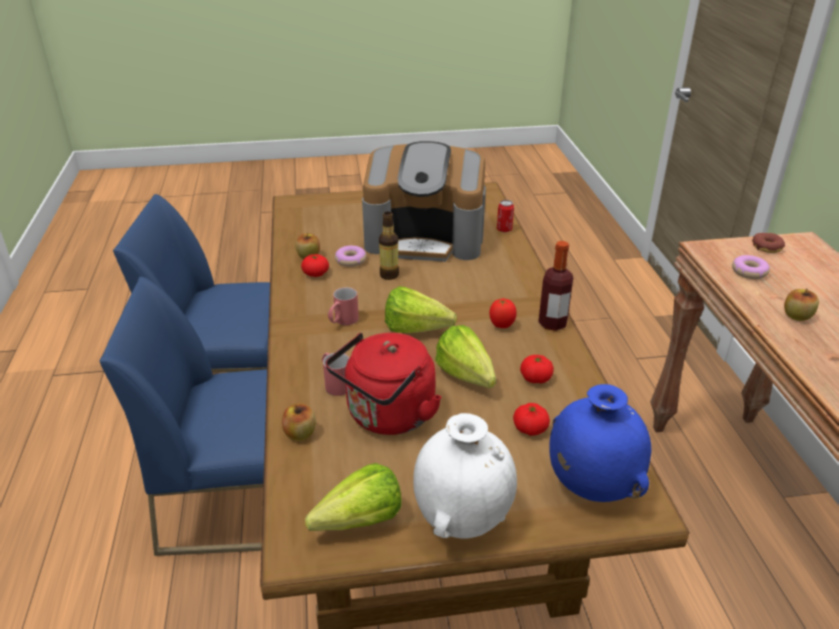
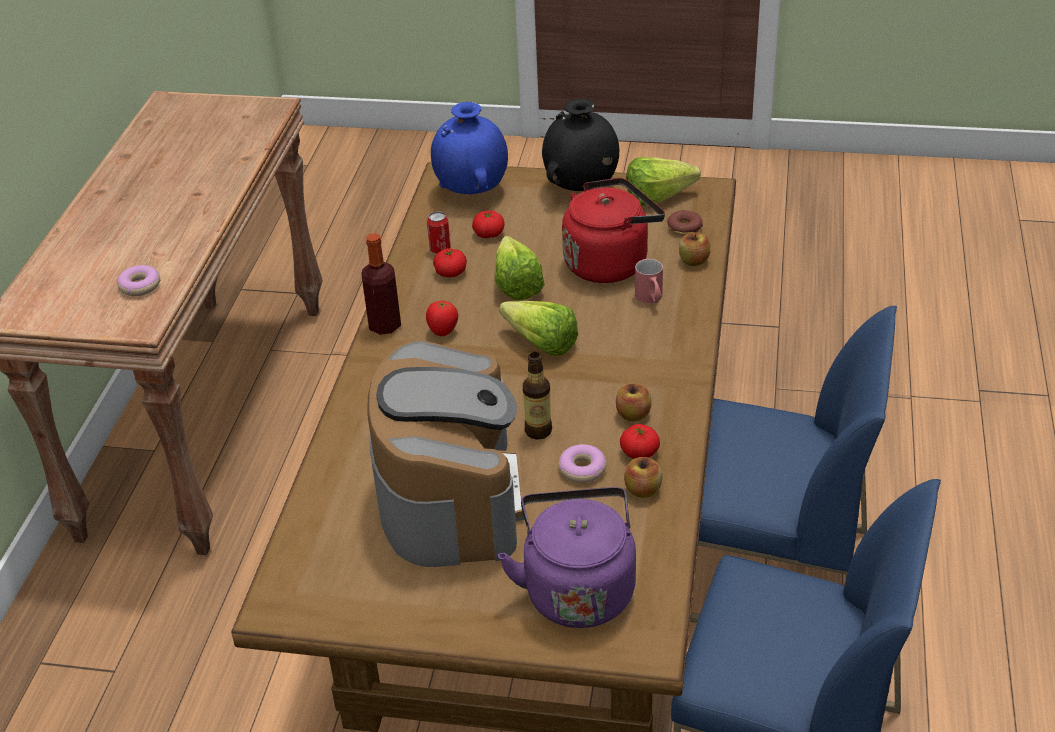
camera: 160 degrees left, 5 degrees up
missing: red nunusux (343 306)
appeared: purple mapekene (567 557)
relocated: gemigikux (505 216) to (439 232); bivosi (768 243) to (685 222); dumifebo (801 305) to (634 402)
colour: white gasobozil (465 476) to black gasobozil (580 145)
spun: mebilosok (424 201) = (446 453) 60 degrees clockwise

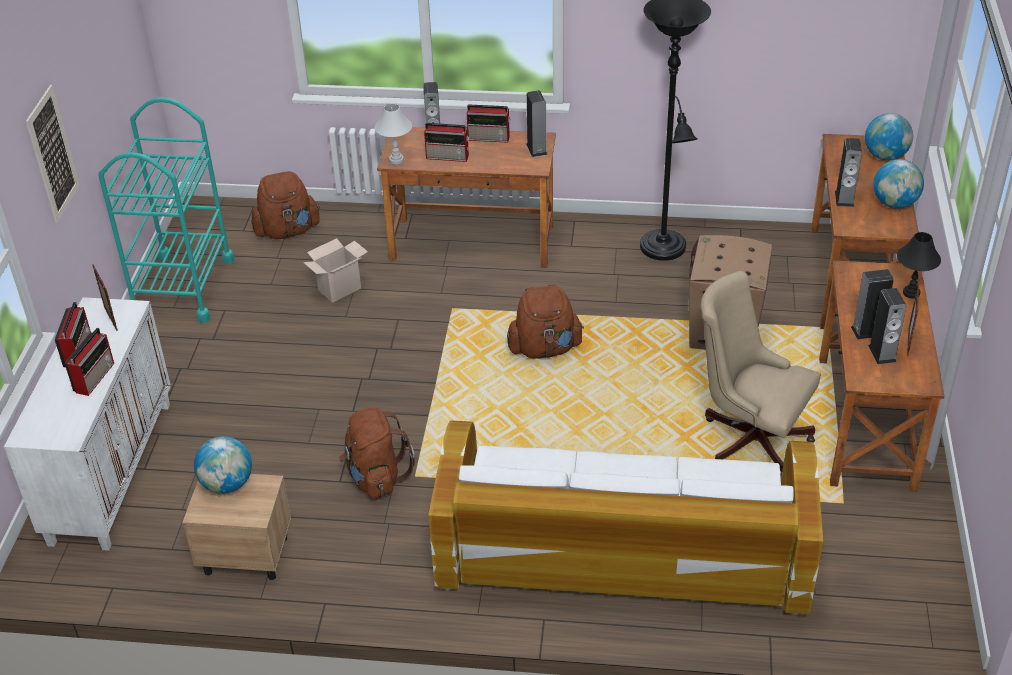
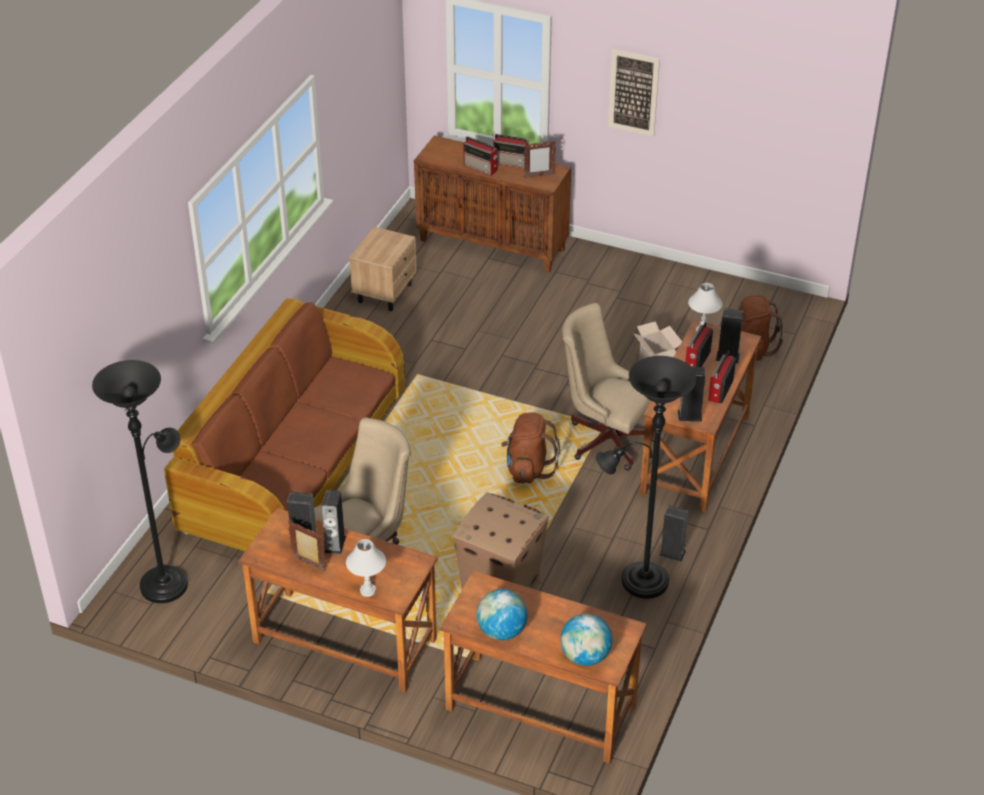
camera: 105 degrees right, 0 degrees up
missing: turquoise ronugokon (166 210); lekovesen (223 465); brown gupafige (377 453)
appeared: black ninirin (140 481); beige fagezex (608 386)
relocated: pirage (848 172) to (674 533)
colour: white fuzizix (87 424) to brown fuzizix (492 204); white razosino (625 518) to brown razosino (284 424); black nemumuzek (919 265) to white nemumuzek (366 568)

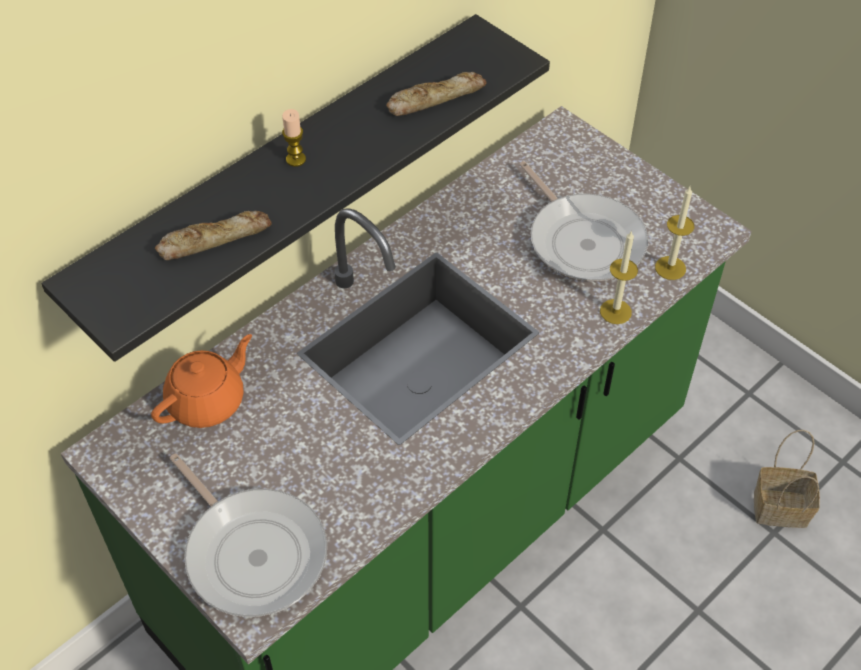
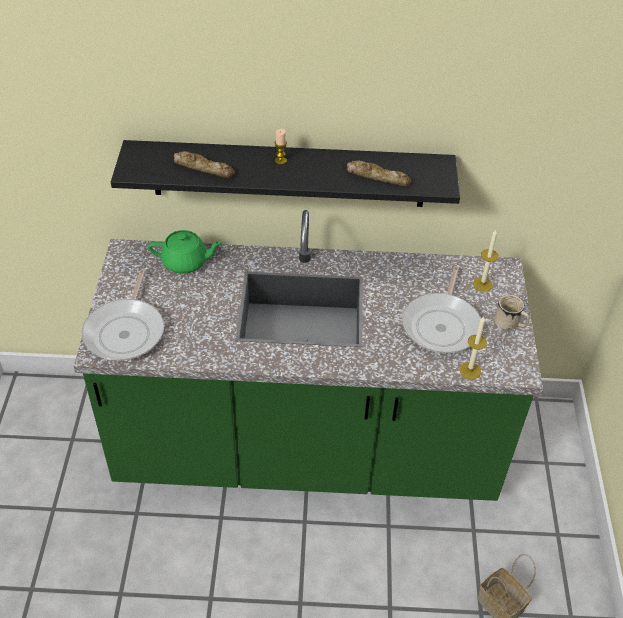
camera: 45 degrees right, 5 degrees down
appeared: beige nunusux (511 312)
relocated: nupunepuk (619 277) to (486 261)
colour: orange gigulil (201 381) to green gigulil (185 252)

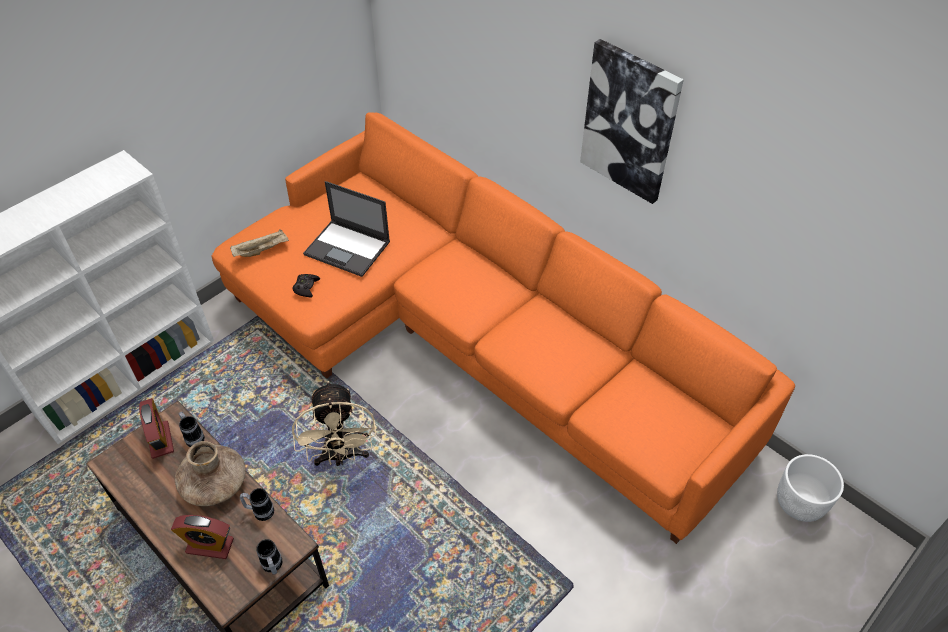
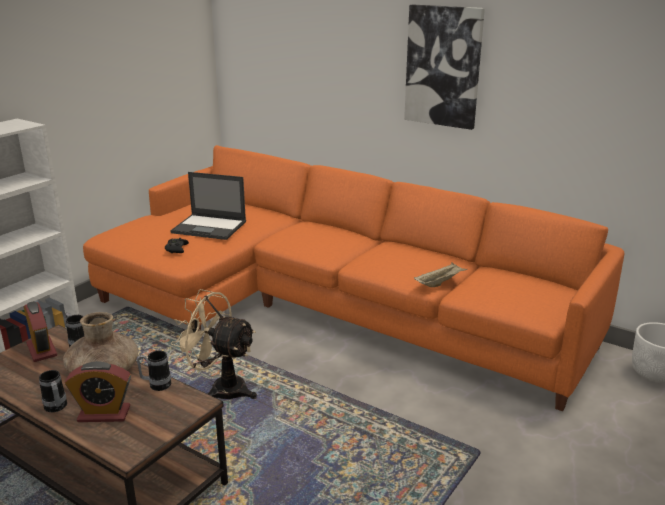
camera: 10 degrees left, 25 degrees down
relocated: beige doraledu (259 243) to (440 274); nunusux (269 556) to (53 391)
spun: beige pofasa (334 423) = (214 344) 135 degrees clockwise

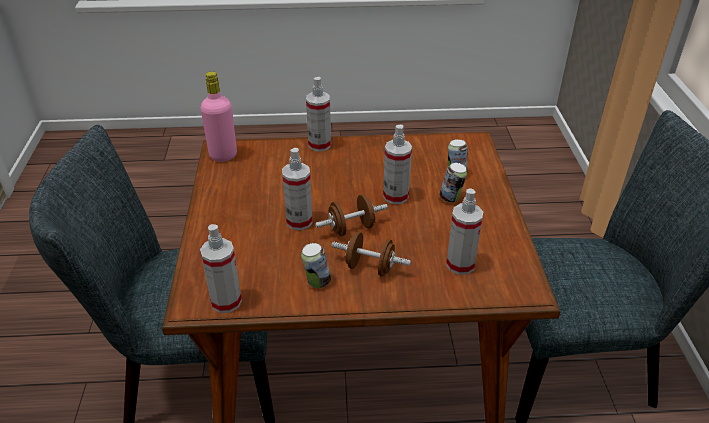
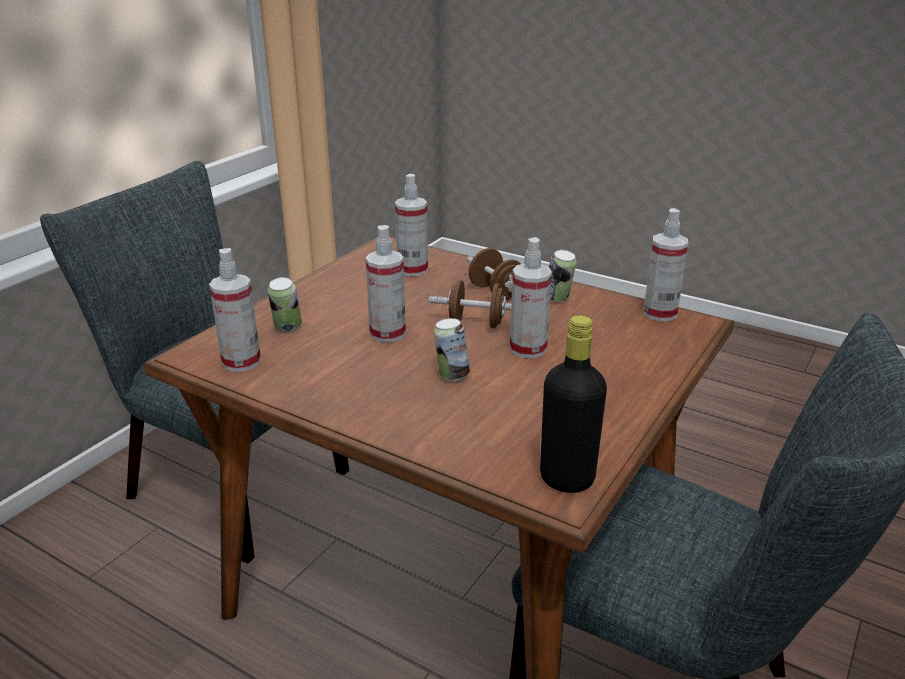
camera: 145 degrees left, 10 degrees down
relocated: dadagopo (318 114) to (235 310); gemigikux (453 183) to (452 349)
colour: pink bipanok (218 117) to black bipanok (573 404)

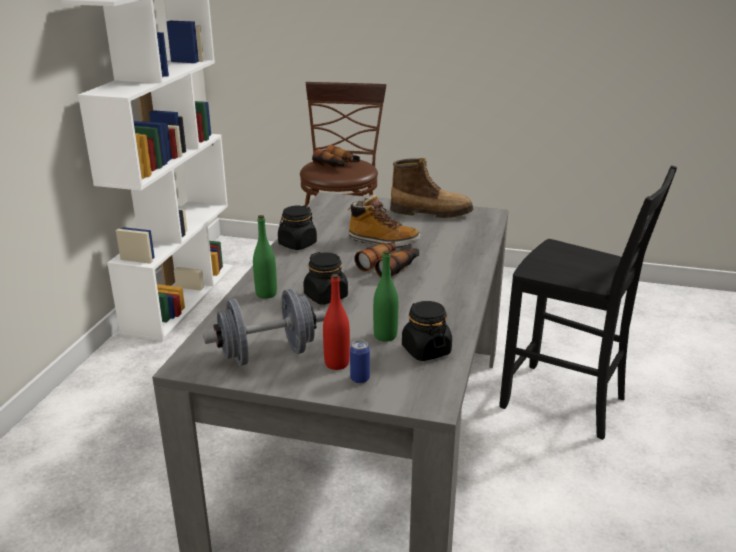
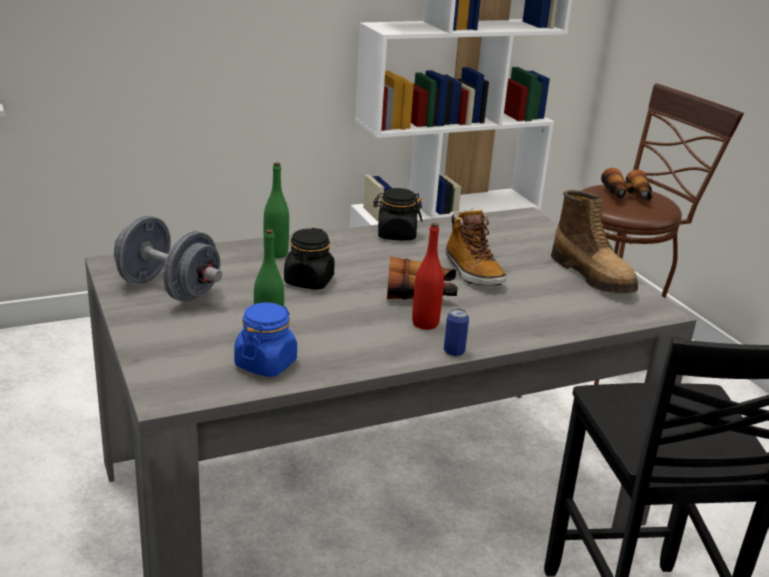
camera: 50 degrees right, 0 degrees up
relocated: red bipanok (336 322) to (428 276); gemigikux (360 362) to (456 332)
colour: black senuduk (427 331) to blue senuduk (265 339)

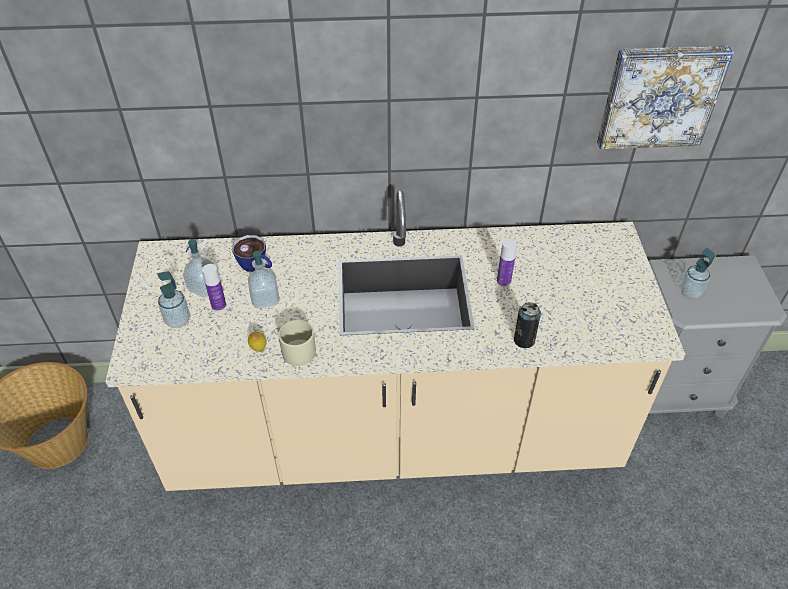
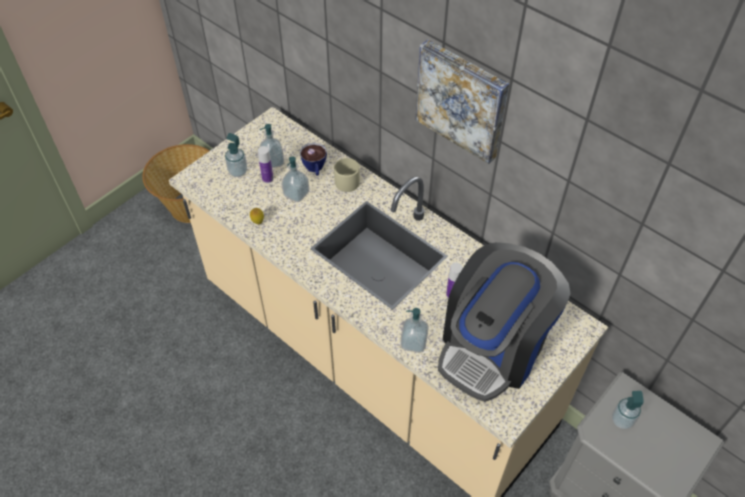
camera: 45 degrees right, 5 degrees up
appeared: mebilosok (504 322)
relocated: beige nunusux (297 343) to (347 175); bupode (665 97) to (462 102)
exchanged: gemigikux (527 325) to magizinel (414 330)

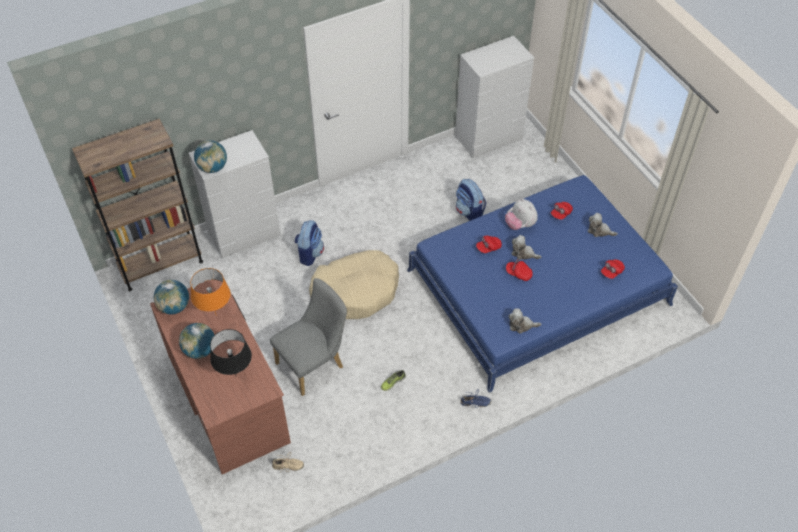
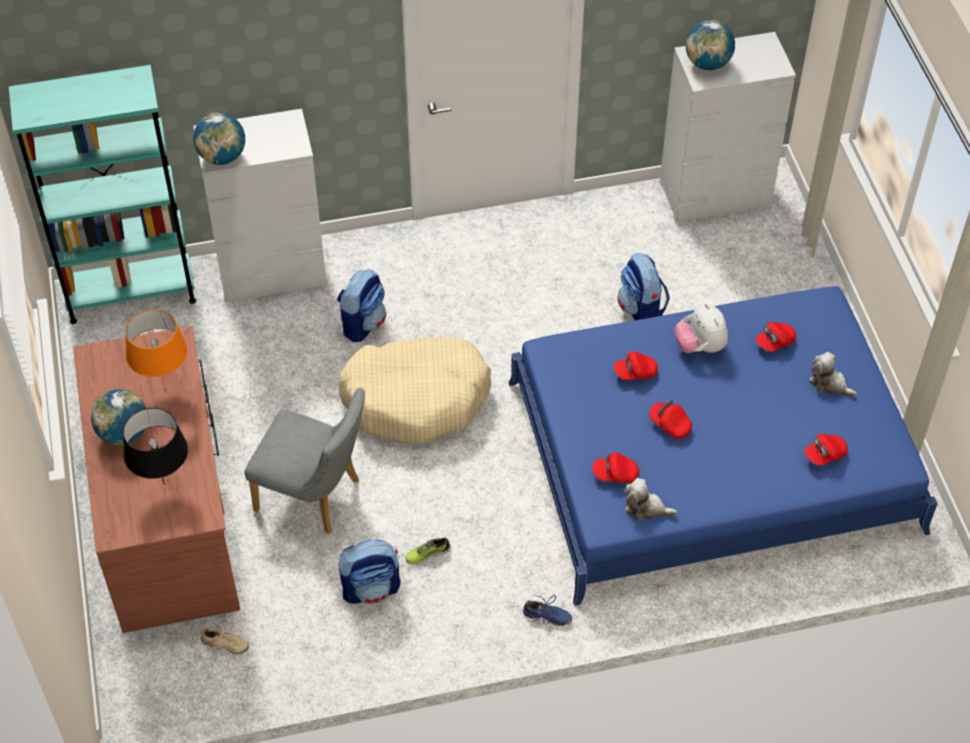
camera: 15 degrees right, 0 degrees up
missing: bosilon (526 247)
appeared: gupafige (369 572); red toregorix (615 467)
relocated: lekovesen (171 297) to (710 45)
colour: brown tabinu (137 205) to turquoise tabinu (102 194)
spun: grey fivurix (308 337) = (304 460) 45 degrees clockwise

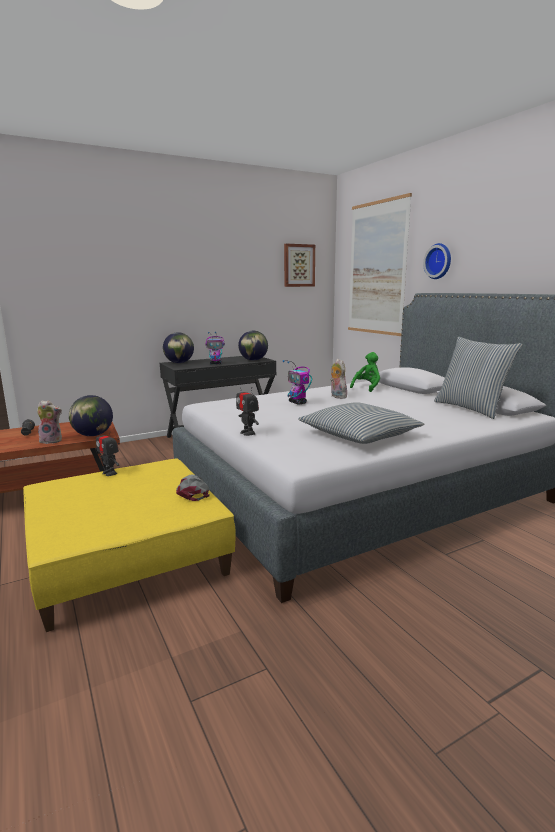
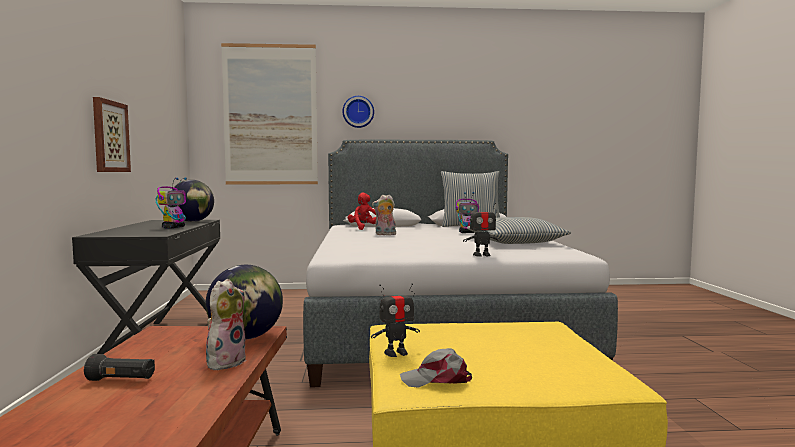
camera: 65 degrees left, 10 degrees down
missing: lekovesen (178 347)
relocated: grey toregorix (192 488) to (436 368); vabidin (297 382) to (467 212); bupode (299 265) to (112 134)
colour: green bosilon (365 372) to red bosilon (362 211)

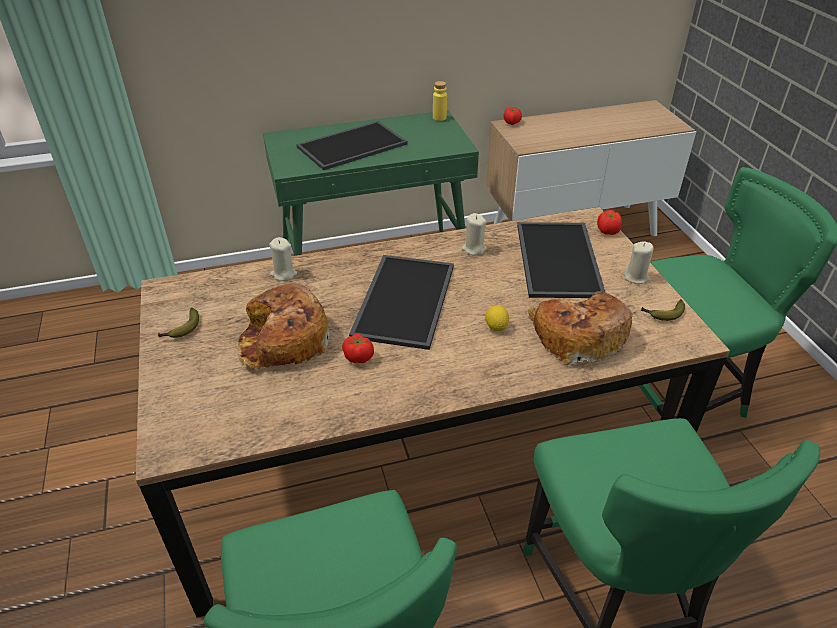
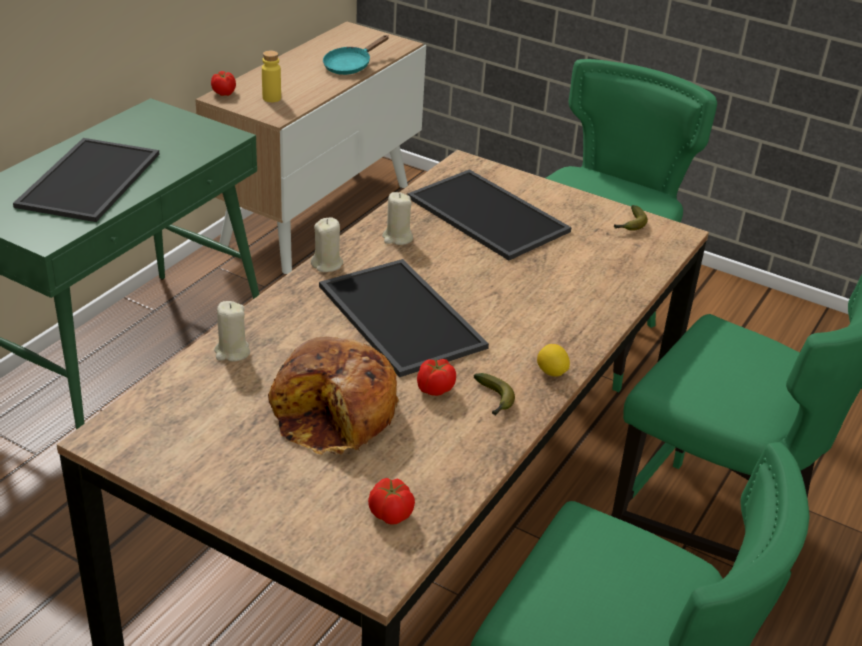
camera: 45 degrees left, 5 degrees down
missing: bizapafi (580 328)
appeared: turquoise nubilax (356 55)
relocated: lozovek (178 323) to (494 394); yellow bipanok (440 101) to (271 76); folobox (497 318) to (553 360); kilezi (609 222) to (391 501); beige nupunepuk (639 262) to (327 244)

